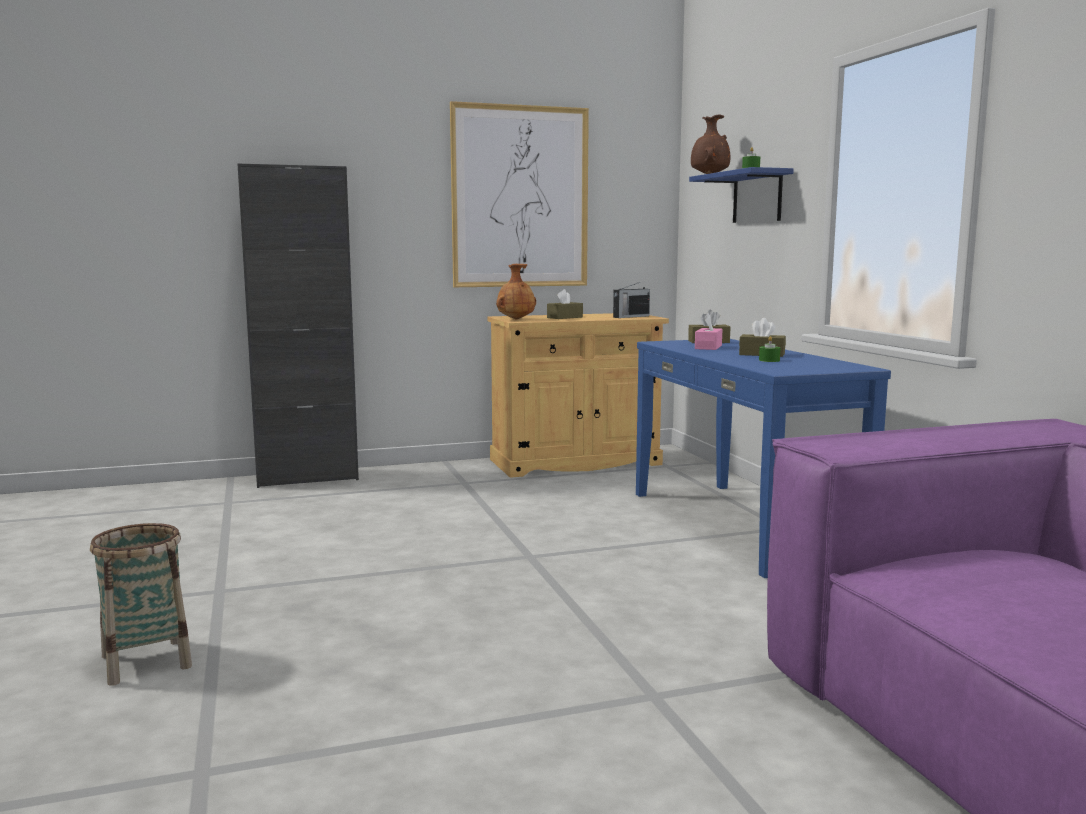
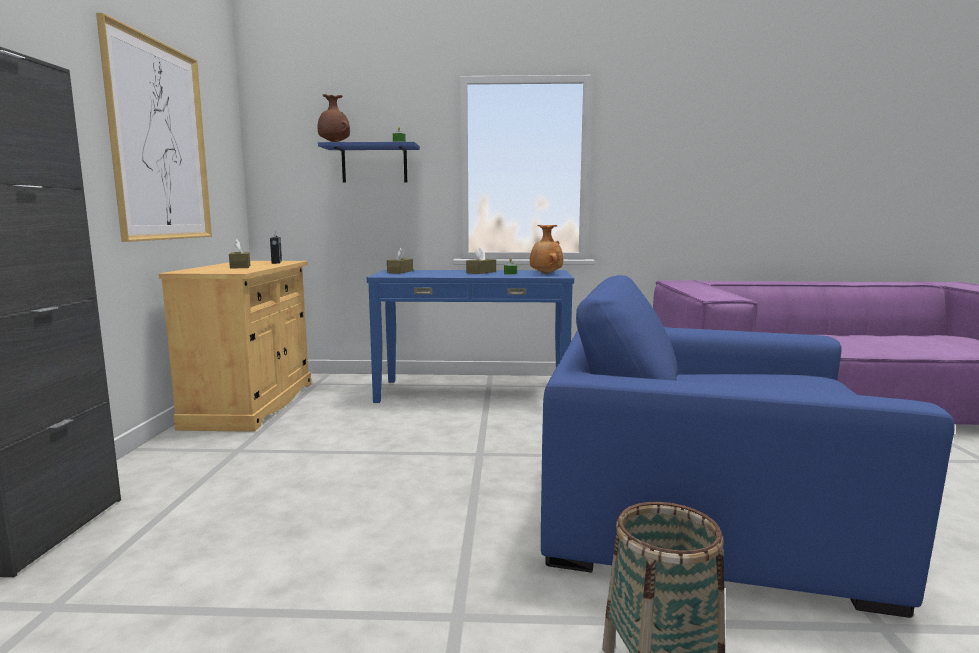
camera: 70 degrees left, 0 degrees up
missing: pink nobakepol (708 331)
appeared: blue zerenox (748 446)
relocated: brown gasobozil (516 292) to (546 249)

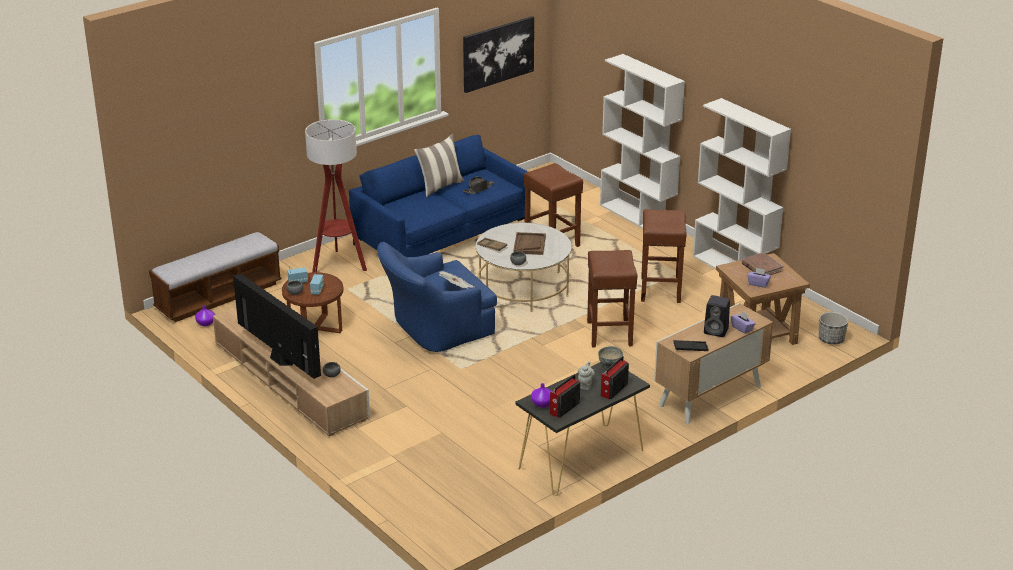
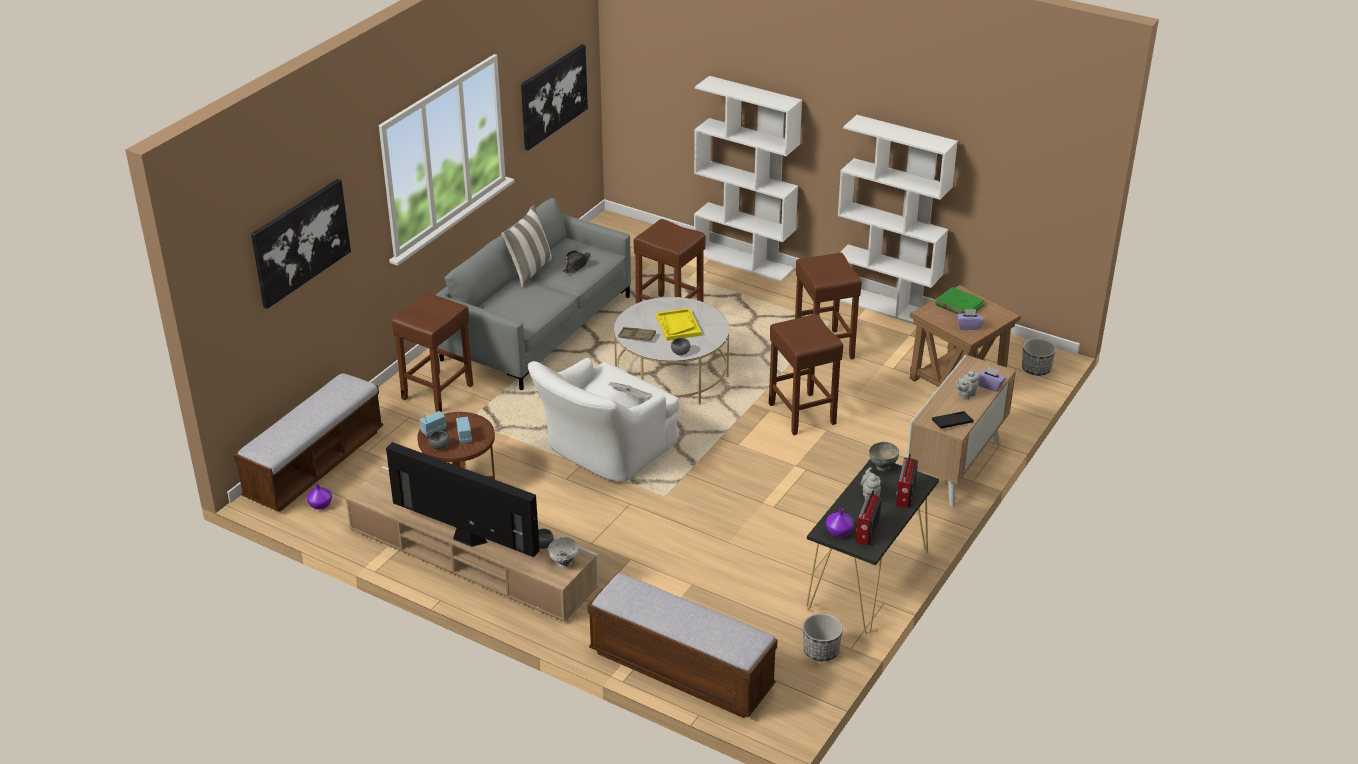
camera: 20 degrees left, 5 degrees up
appeared: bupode (301 244); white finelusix (563 552); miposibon (682 645); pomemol (823 637)
exchanged: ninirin (336 195) to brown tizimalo (432 352); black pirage (717 316) to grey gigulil (967 384)
colour: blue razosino (438 196) to grey razosino (533 294); blue zerenox (437 297) to white zerenox (603 420); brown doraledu (529 243) to yellow doraledu (678 324); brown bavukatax (763 263) to green bavukatax (959 300)

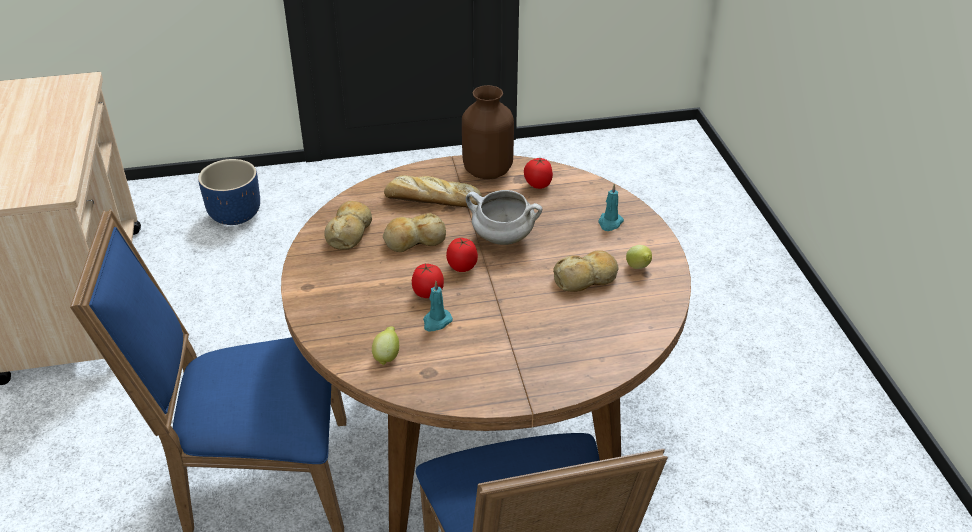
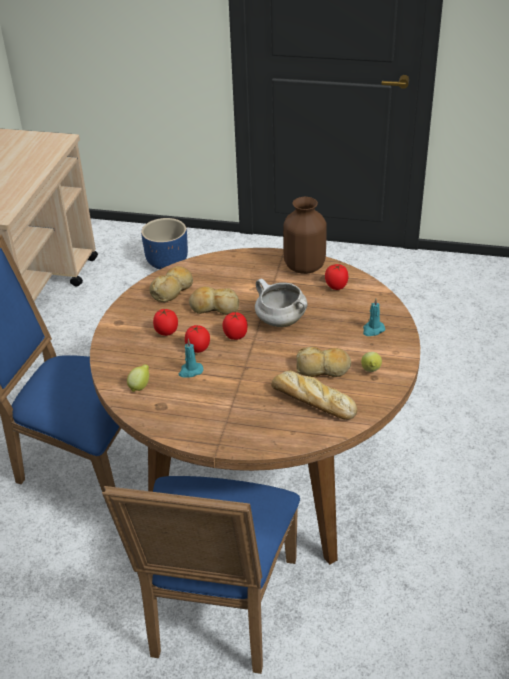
camera: 25 degrees right, 0 degrees up
appeared: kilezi (165 322)
relocated: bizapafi (433 191) to (314 395)

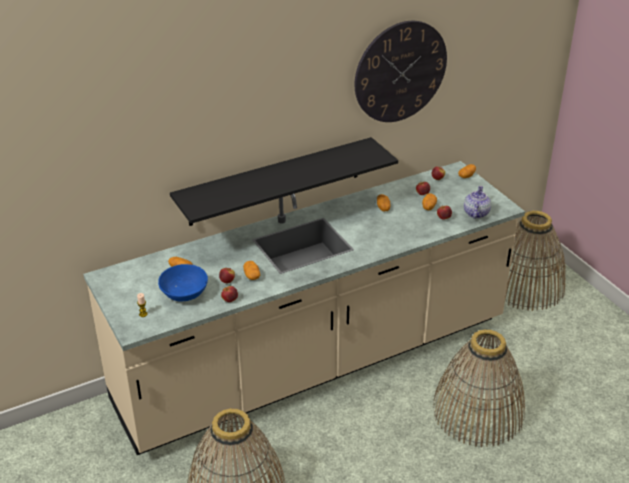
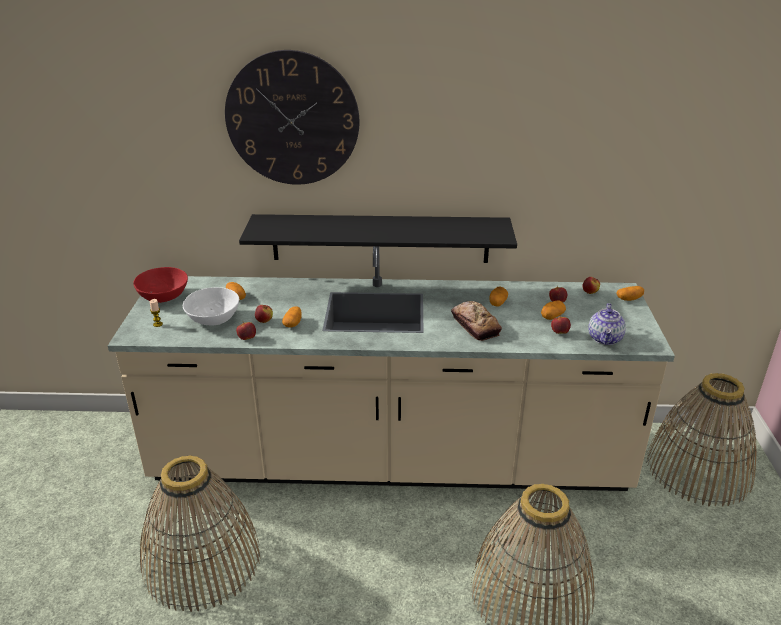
camera: 30 degrees right, 5 degrees down
appeared: red finelusix (160 285); bizapafi (476 321)
relocated: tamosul (401 71) to (292 117)
colour: blue finelusix (183 282) to white finelusix (211 306)
spun: gigulil (477 202) = (607 324) 150 degrees clockwise

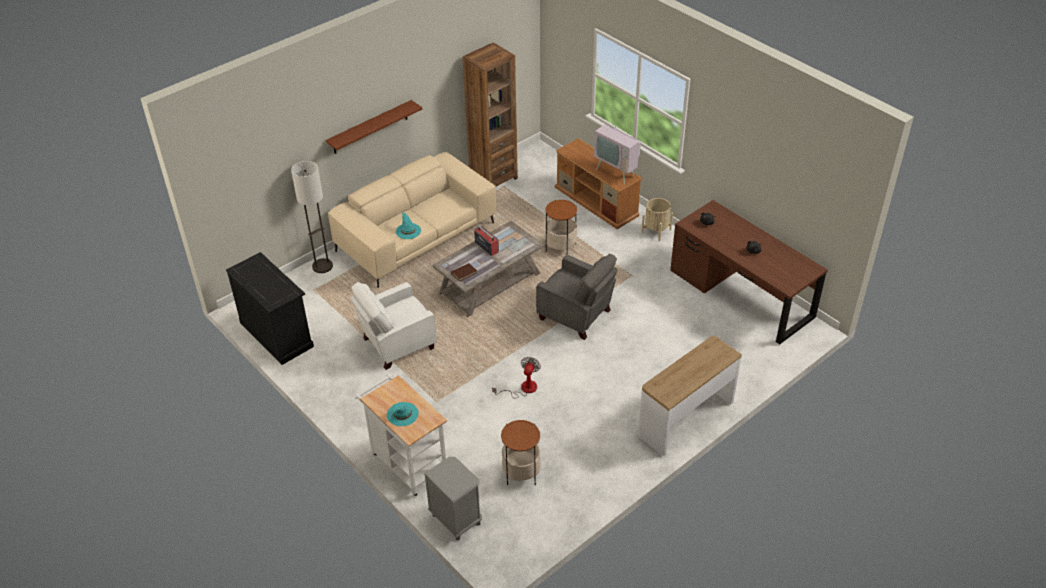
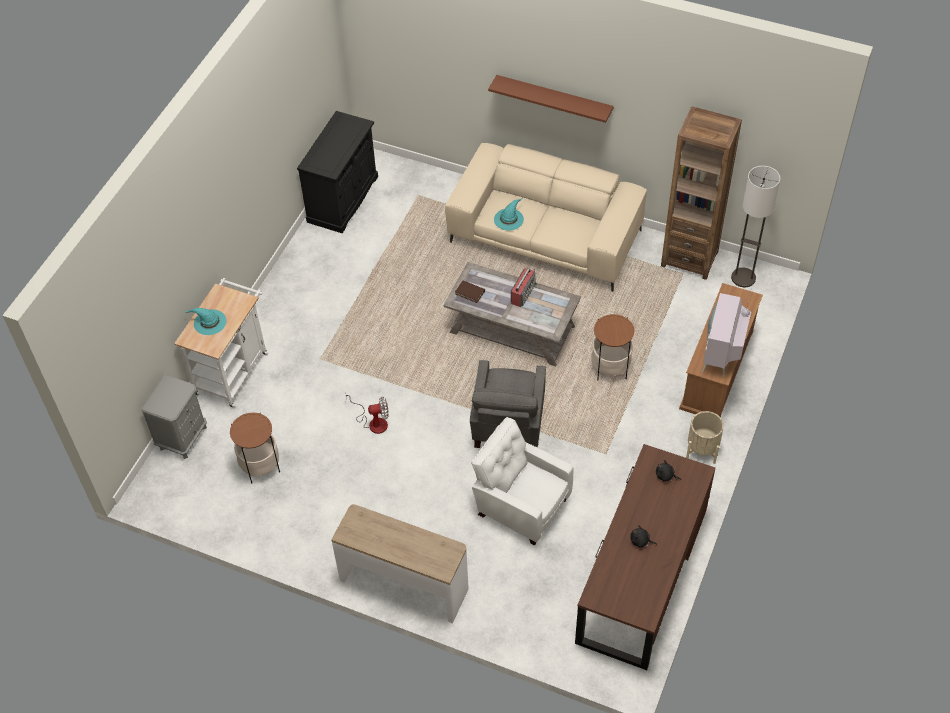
camera: 65 degrees right, 10 degrees up
relocated: ninirin (312 217) to (755 226); white zerenox (393 326) to (522 481)

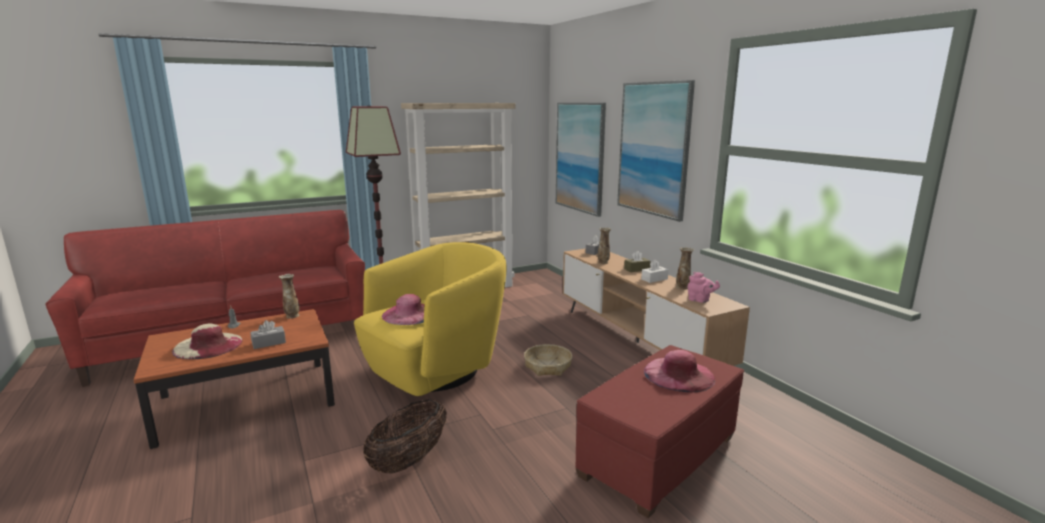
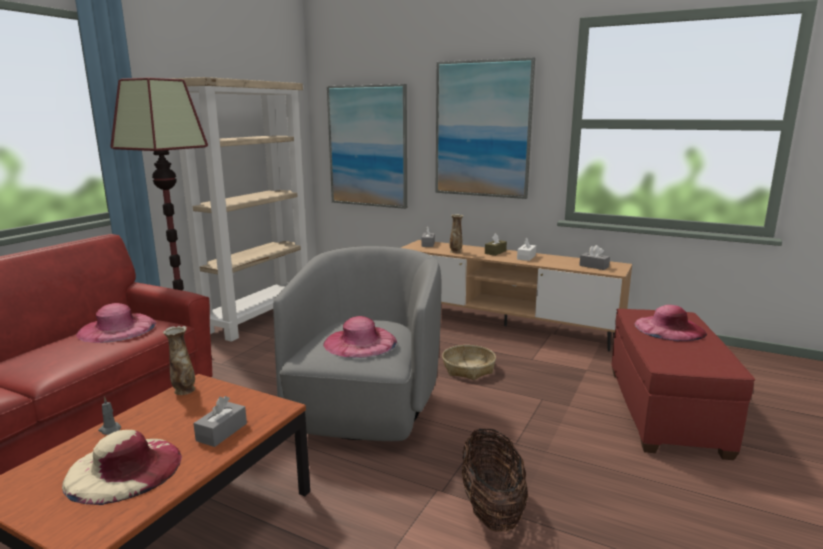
camera: 35 degrees left, 0 degrees up
missing: gasobozil (685 268)
appeared: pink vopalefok (116 323)
exchanged: pink gigulil (704 287) to grey nobakepol (594 257)
colour: yellow zerenox (430 319) to grey zerenox (357 343)

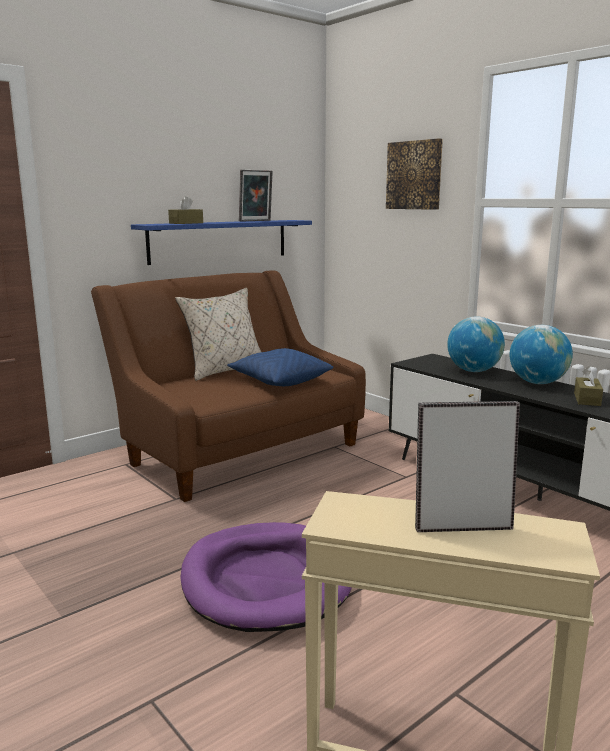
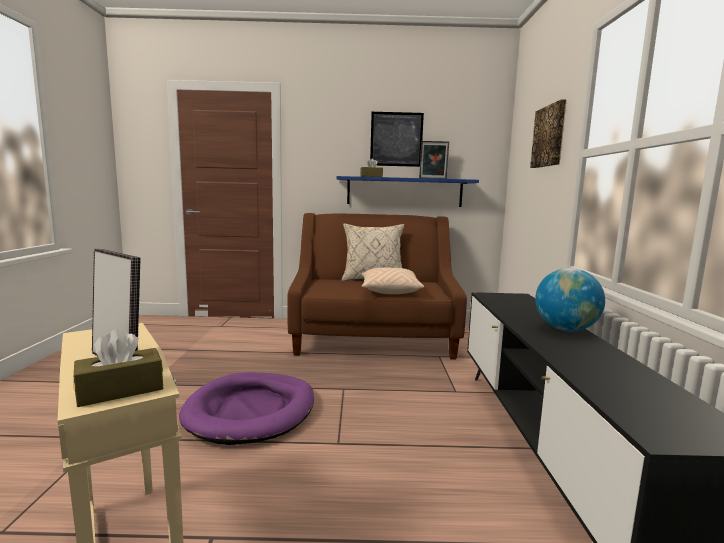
camera: 40 degrees right, 5 degrees down
missing: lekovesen (476 344)
appeared: bupode (397 139)
relocated: brown nobakepol (588 386) to (118 368)
colour: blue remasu (280 367) to beige remasu (392 281)

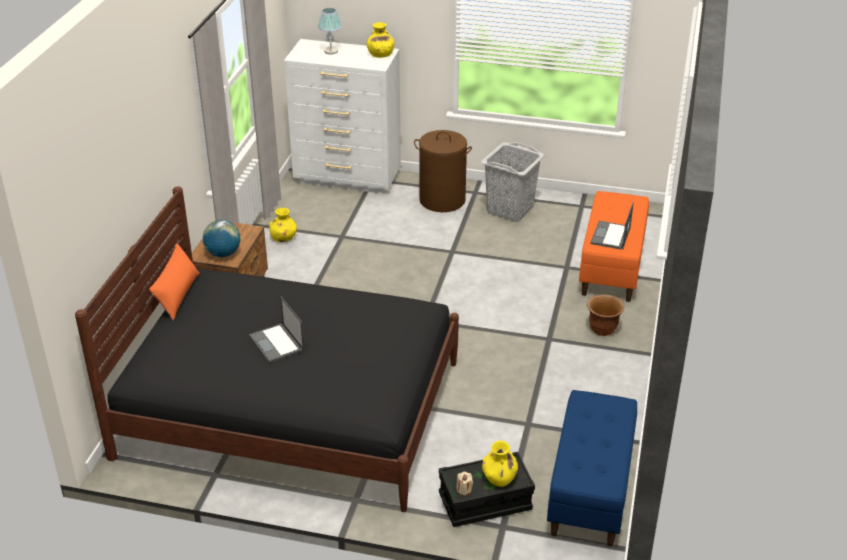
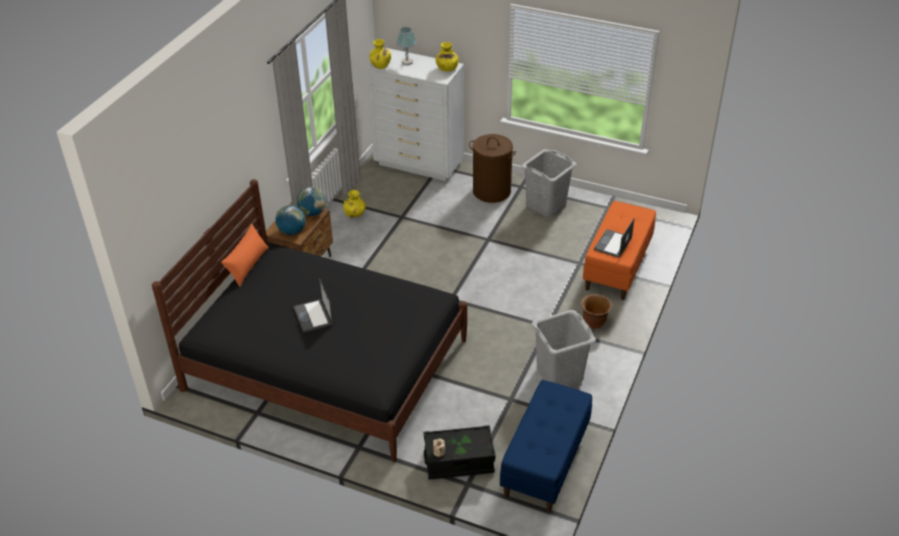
camera: 10 degrees right, 5 degrees up
appeared: lekovesen (311 201); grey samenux (564 348)
relocated: yellow gasobozil (500 464) to (380 54)

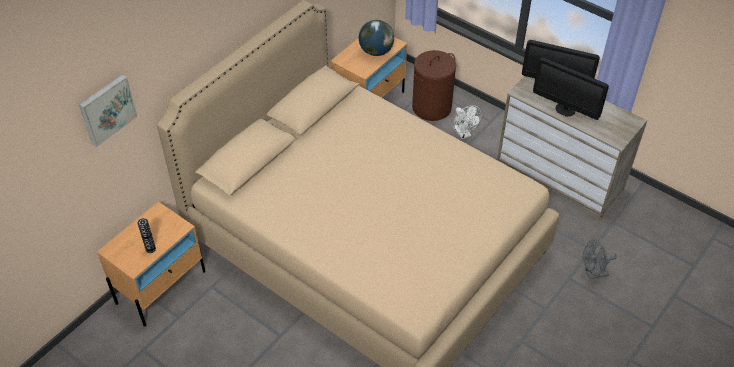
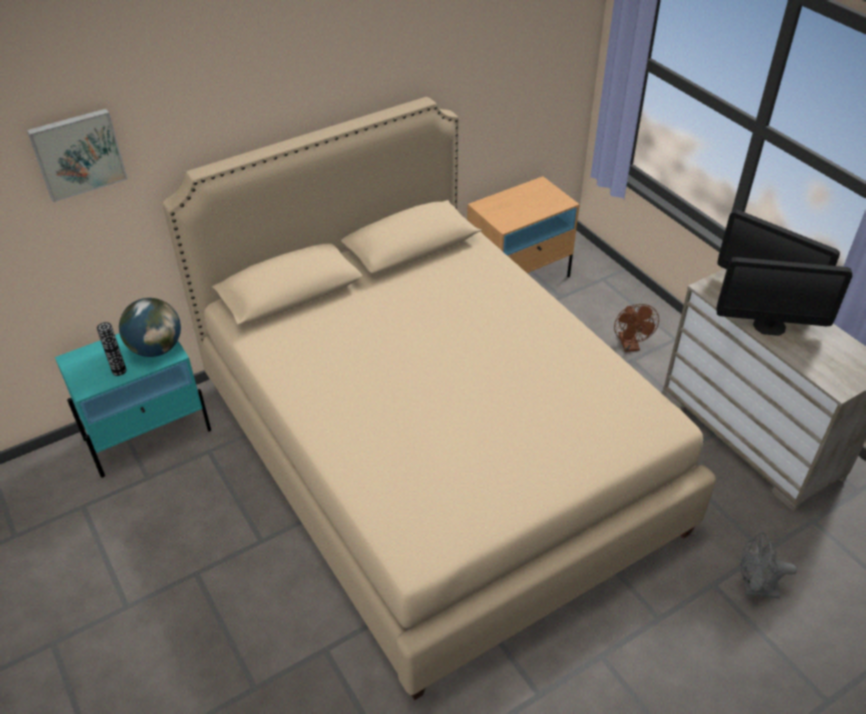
camera: 20 degrees right, 5 degrees down
missing: brown samenux (434 85)
relocated: lekovesen (376 38) to (150 327)
colour: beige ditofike (151 264) to turquoise ditofike (133 405); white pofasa (467 122) to brown pofasa (636 328)
spun: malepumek (571 88) = (784 296) 45 degrees counterclockwise

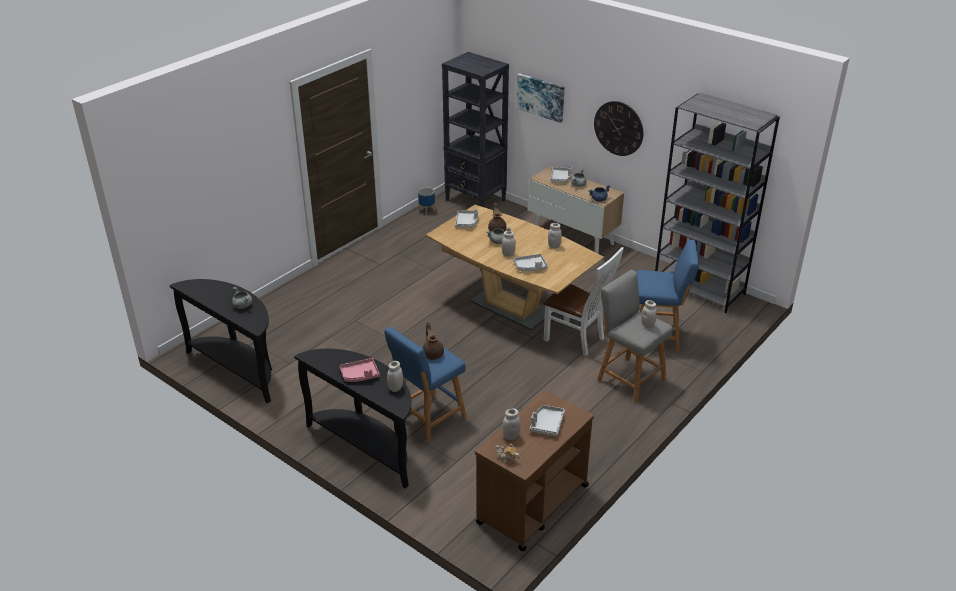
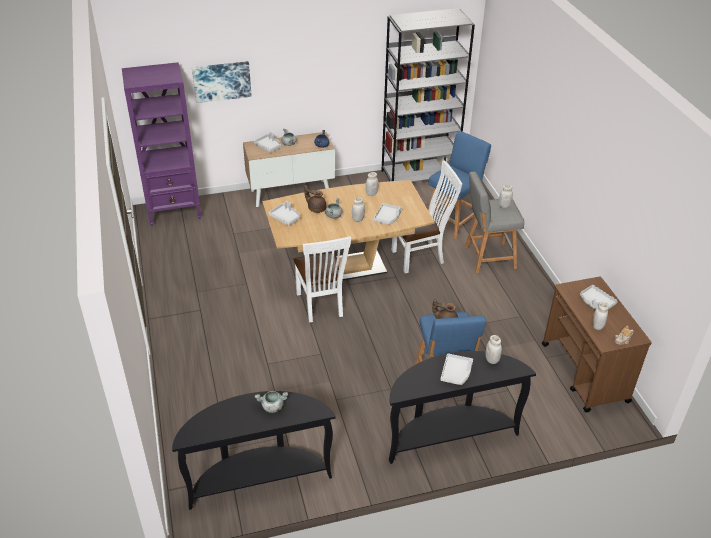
camera: 55 degrees left, 5 degrees up
missing: pomemol (426 201); tamosul (618 128)
appeared: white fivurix (322 279)
colour: pink doraledu (360 370) to grey doraledu (457 369); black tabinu (475 129) to purple tabinu (161 144)

